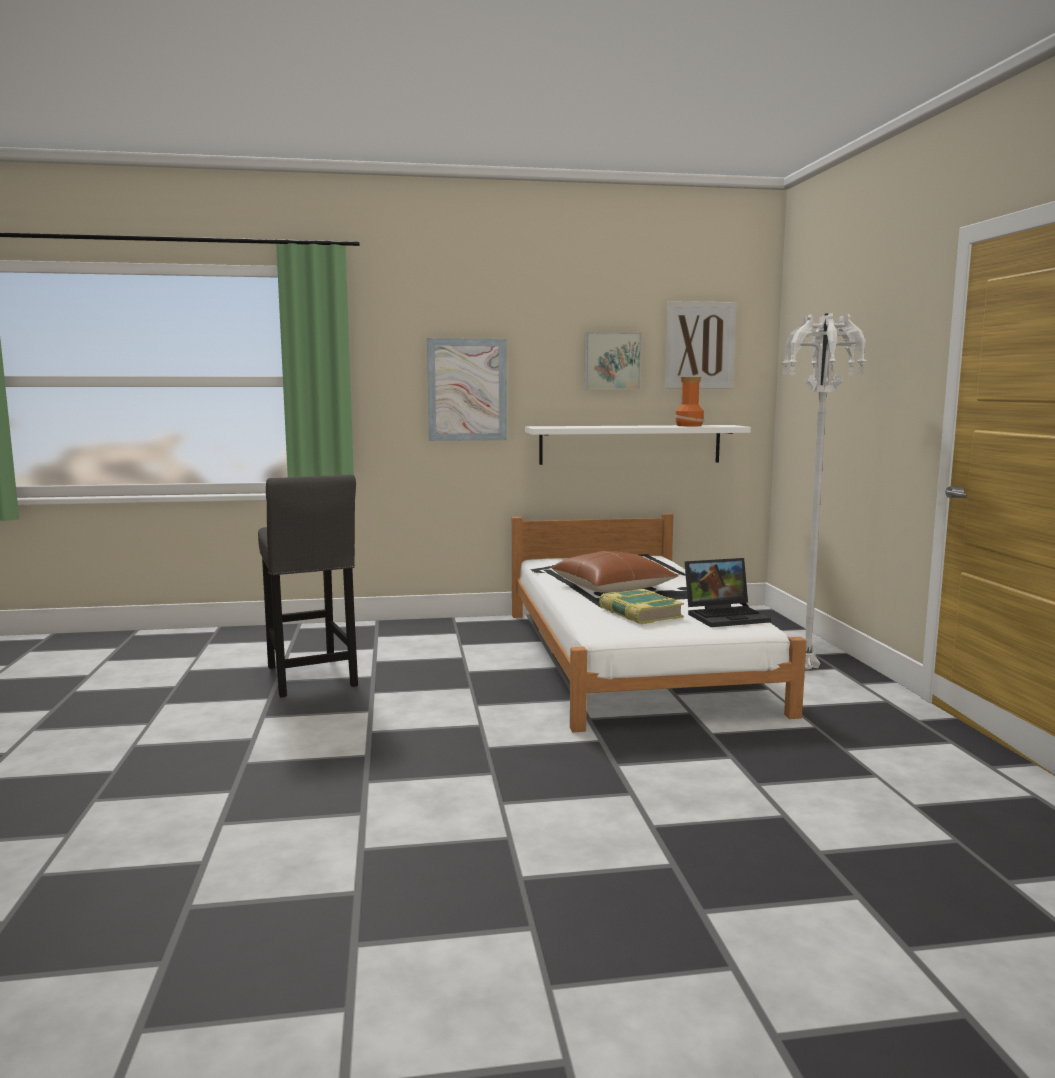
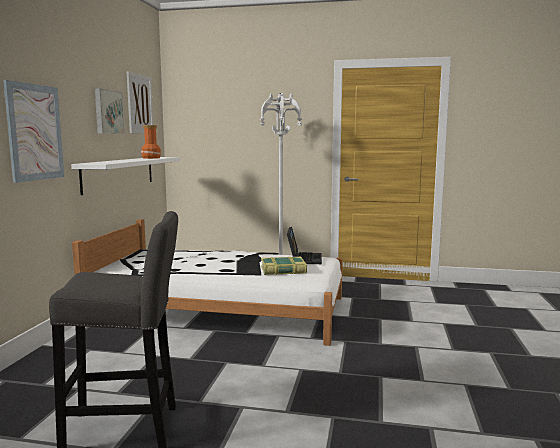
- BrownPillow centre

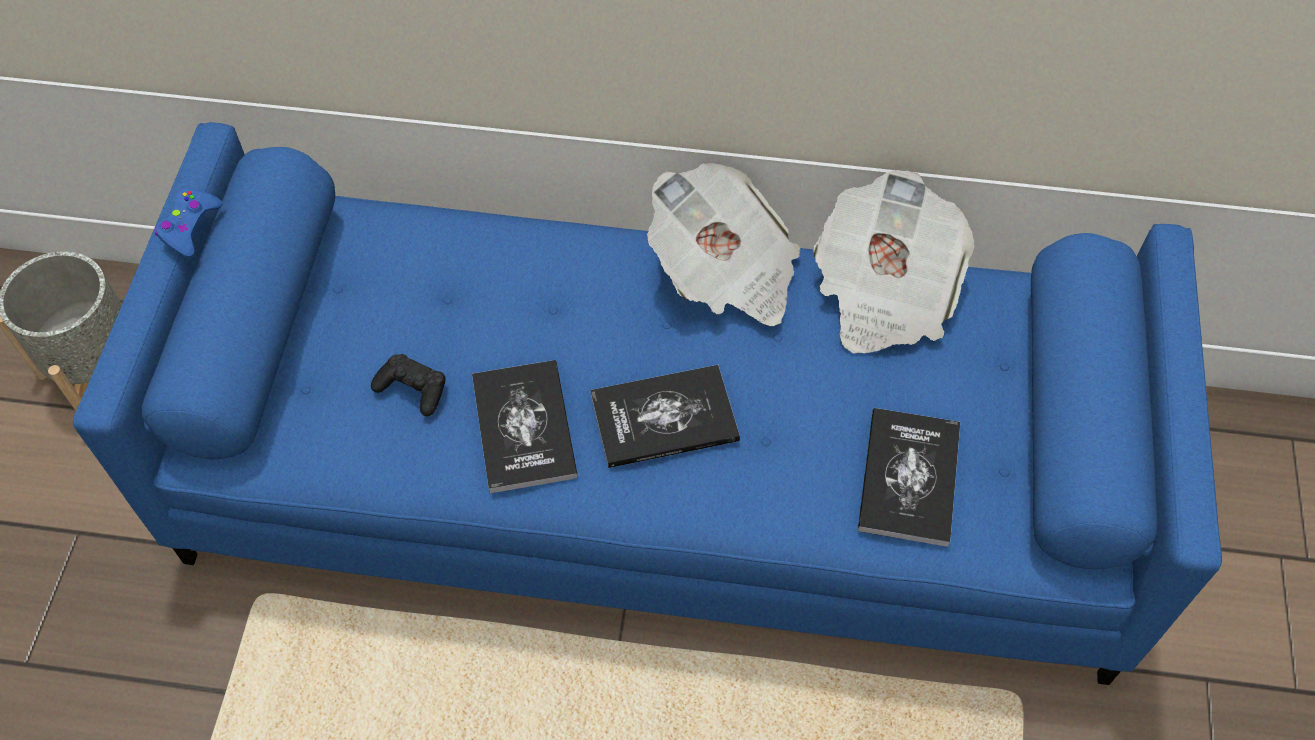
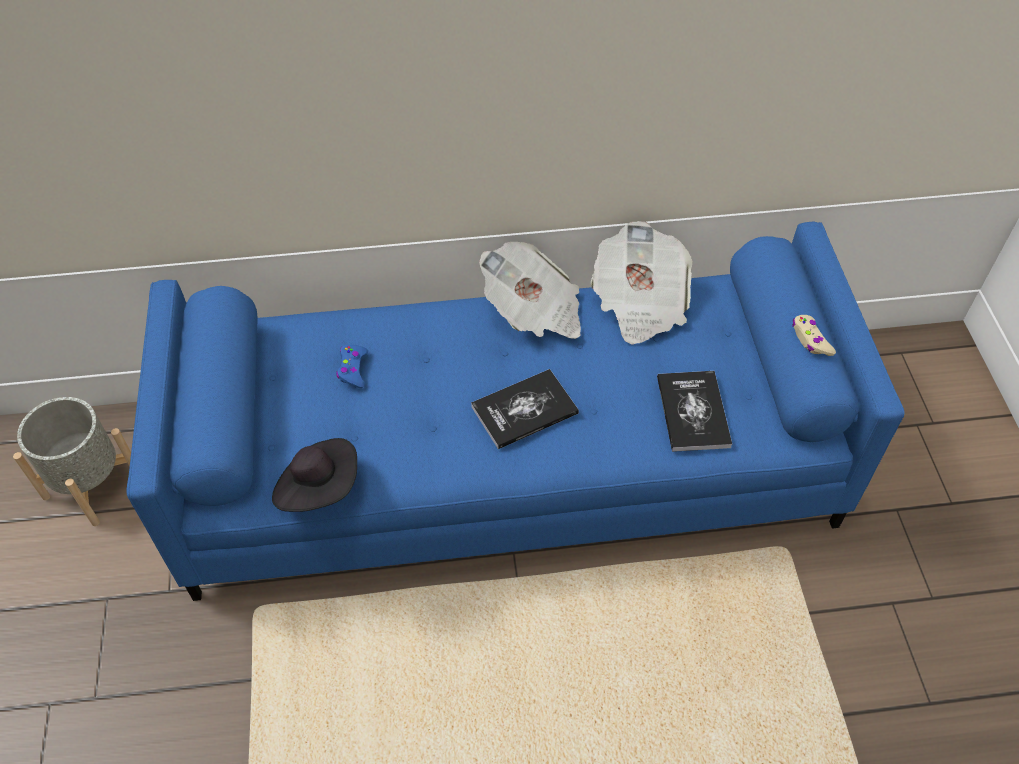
- BlackGameController middle left
- Book (1st from left) centre
+ BlackHat middle left
+ BeigeGameController middle right
~ BlueGameController top left to centre

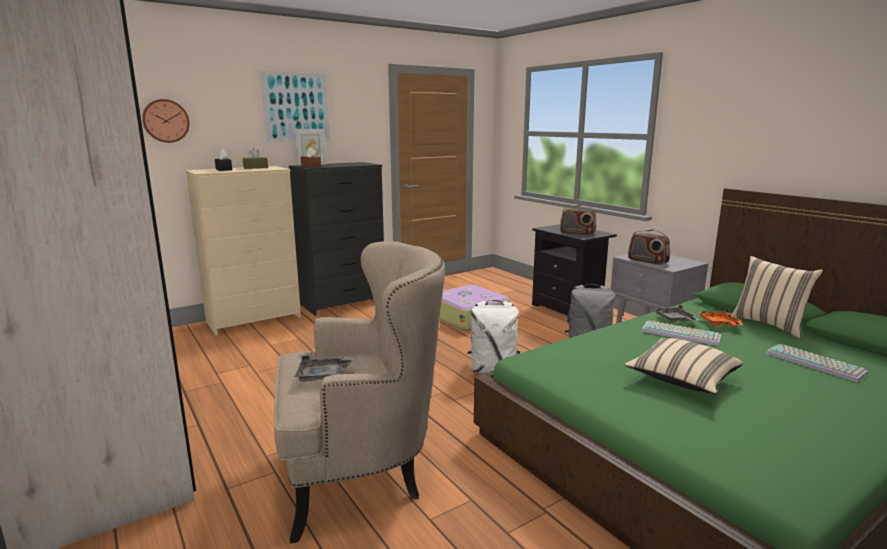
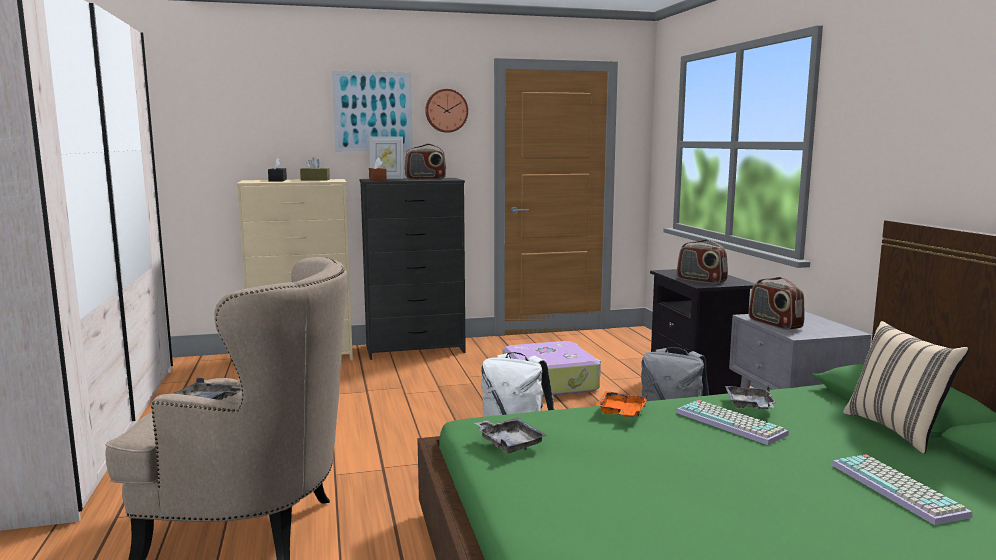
- BeigePillow (1st from left) bottom right
+ Radio (1st from left) top centre
+ GreyTray (2nd from left) bottom centre
~ WallClock top left to top centre
~ OrangeTray middle right to bottom centre

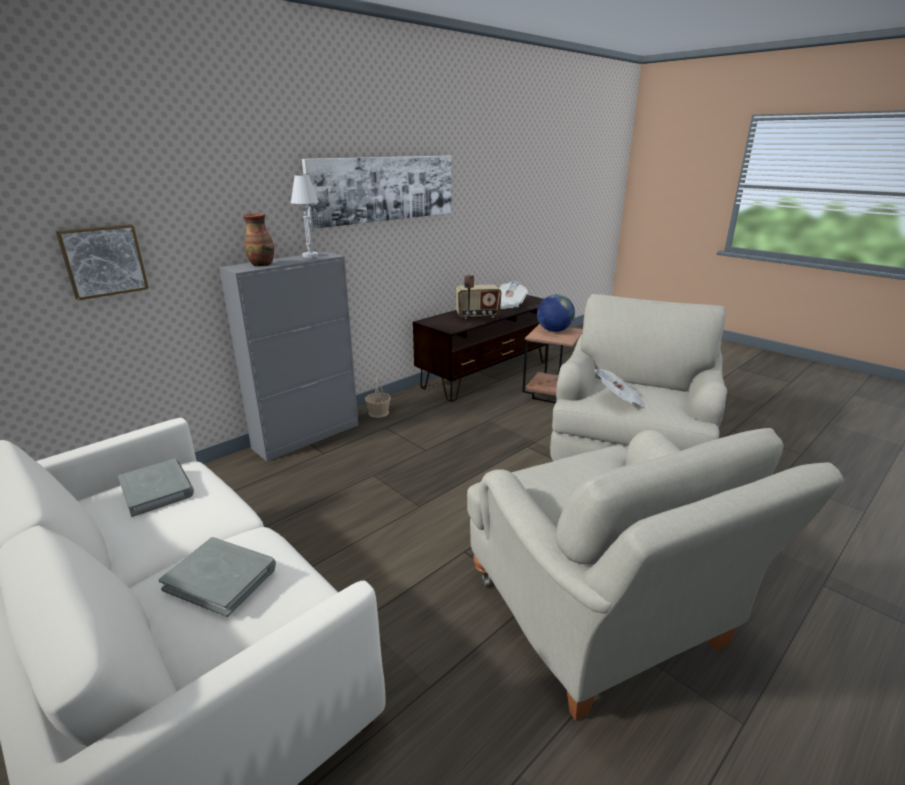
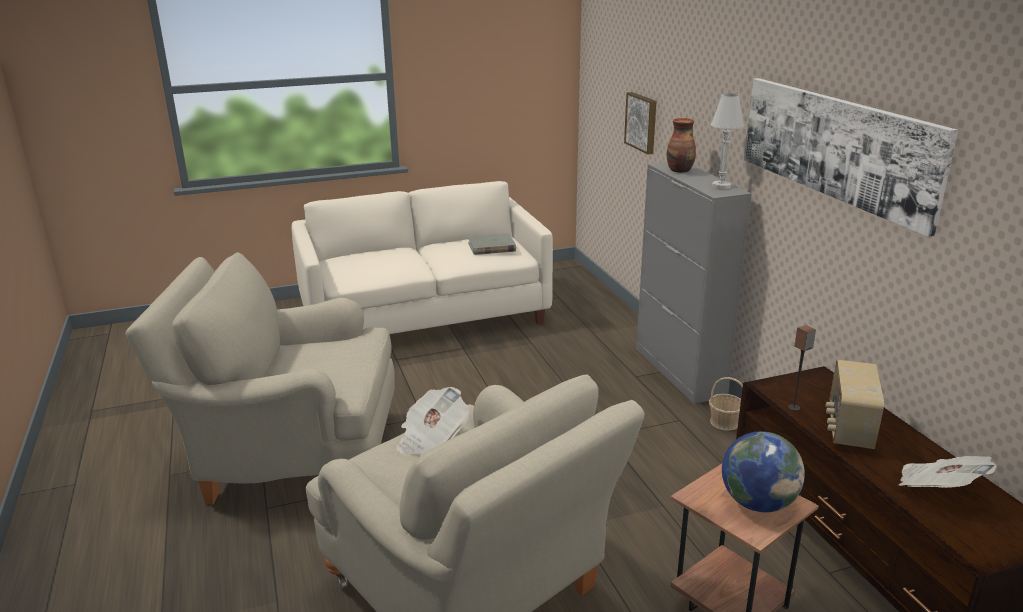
- GreyBook (2nd from left) bottom left

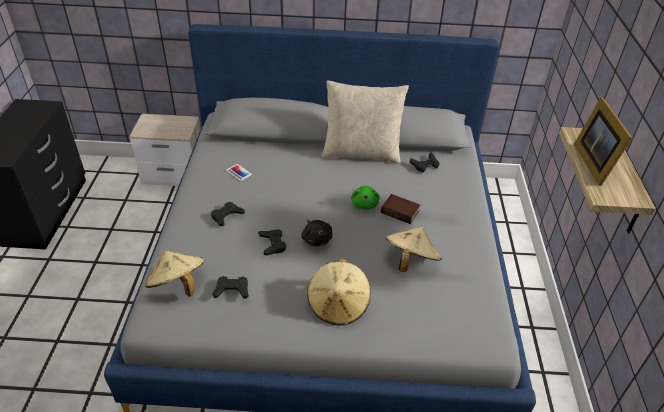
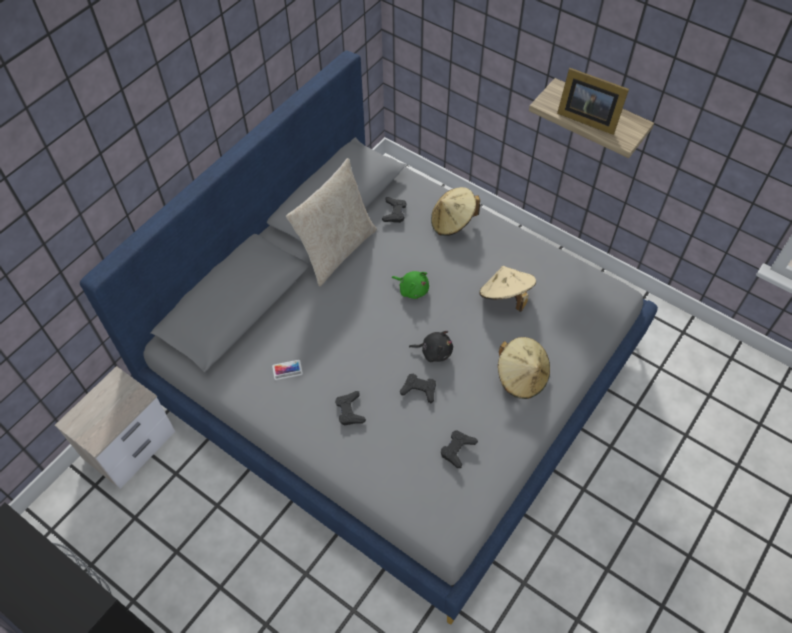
- Book centre
~ BeigeHat (1st from left) middle left to centre

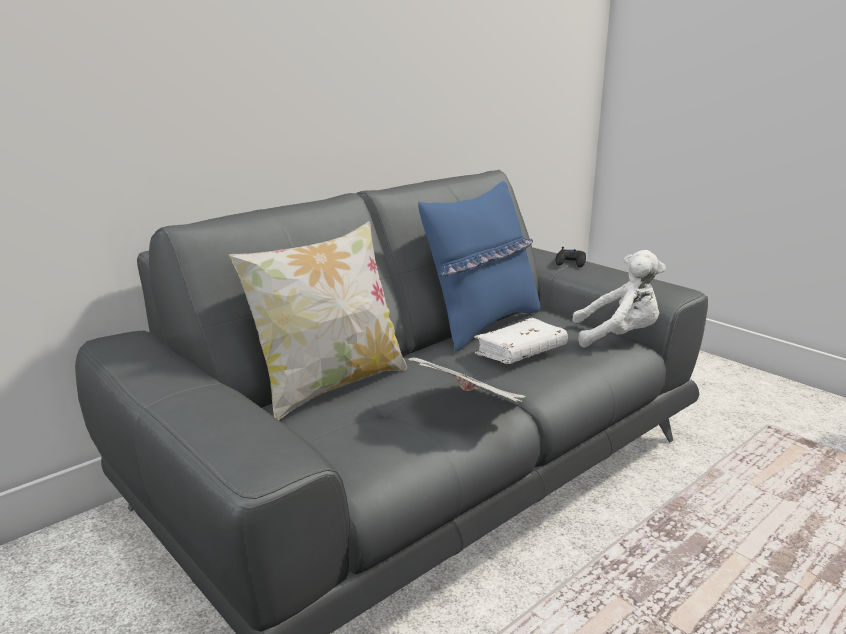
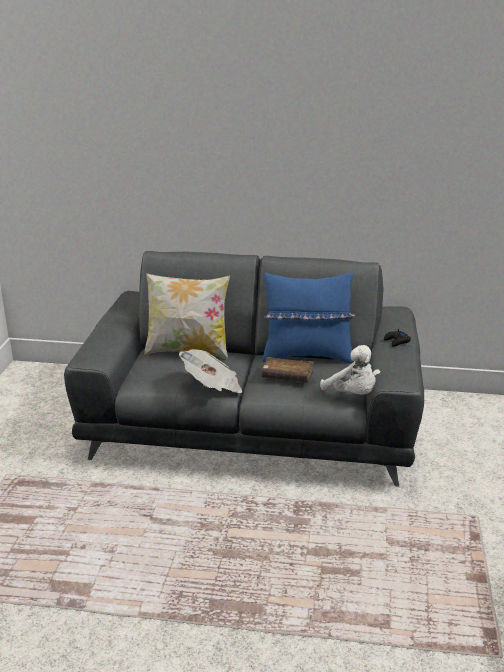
~ WhiteBook centre to BrownBook centre

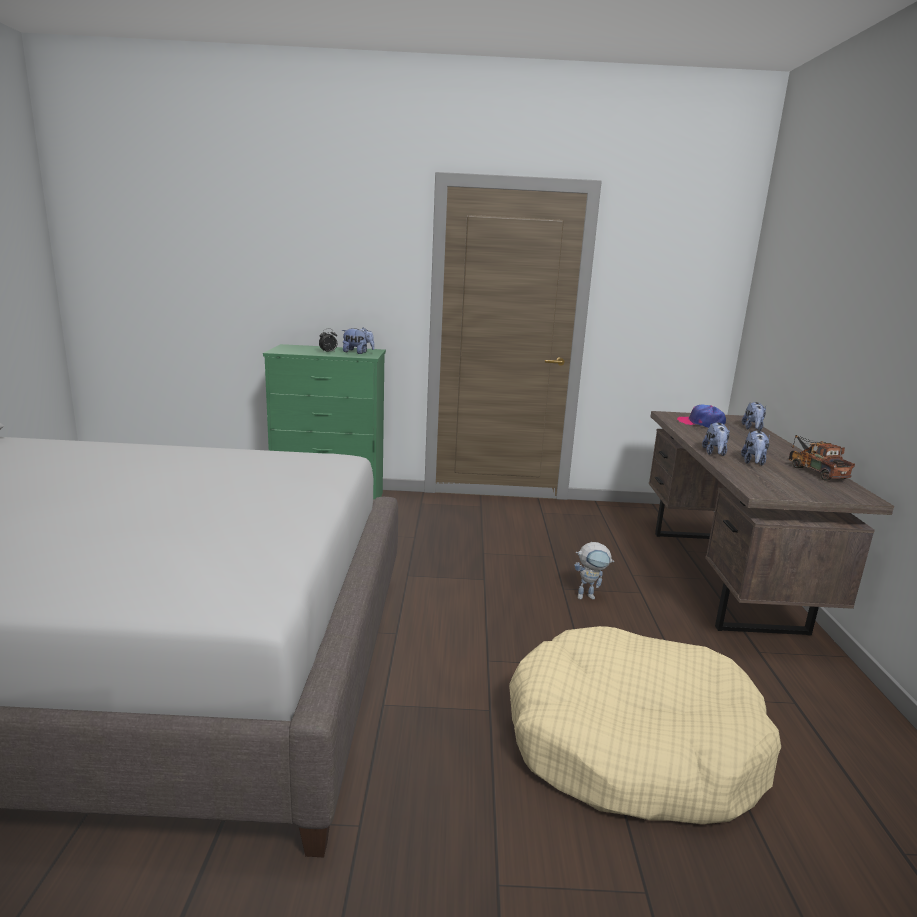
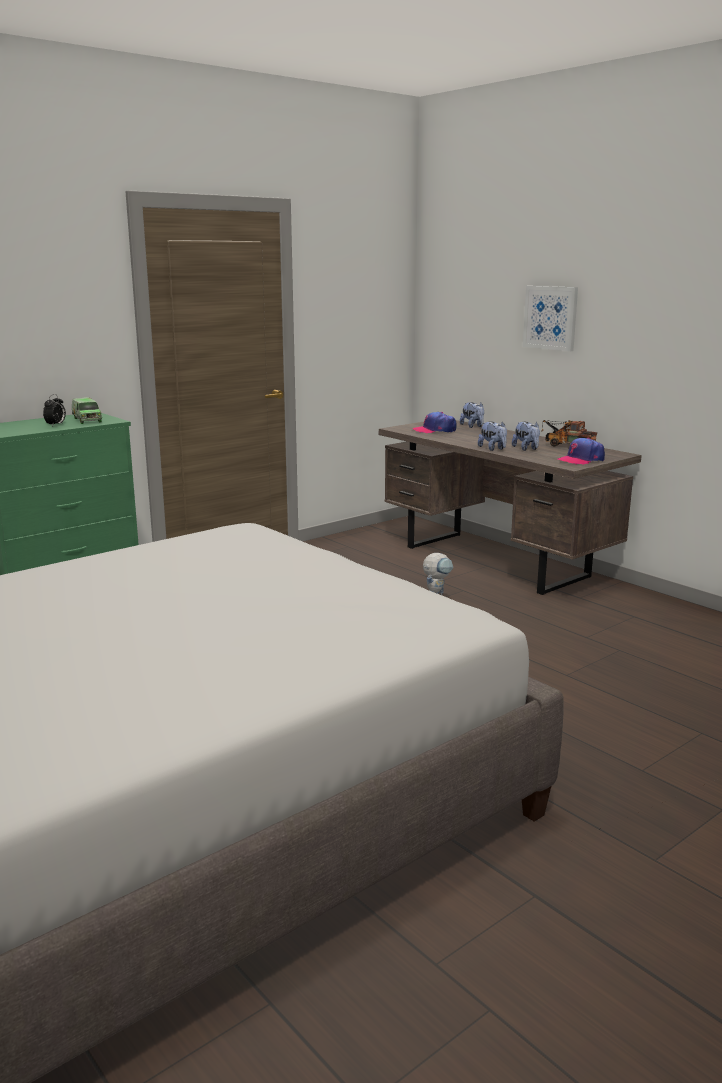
- BeigeDogBed bottom right
+ Picture top right
+ Cap (2nd from left) middle right
~ PlushToy (1st from left) centre to ToyTruck (1st from left) middle left

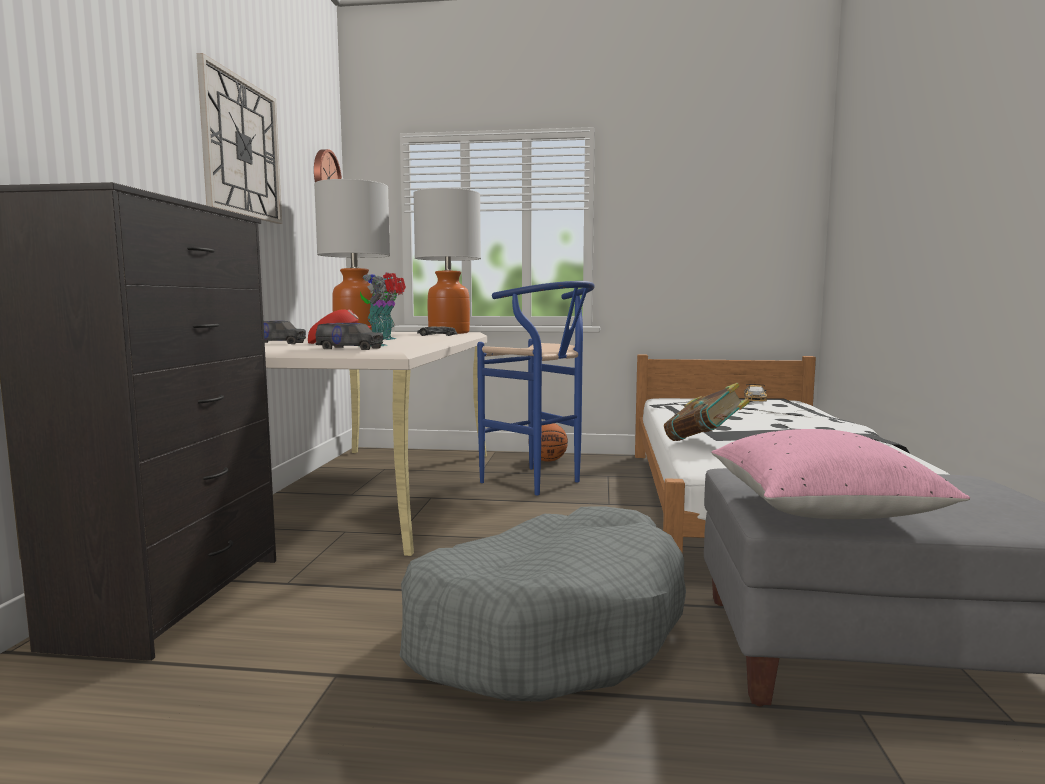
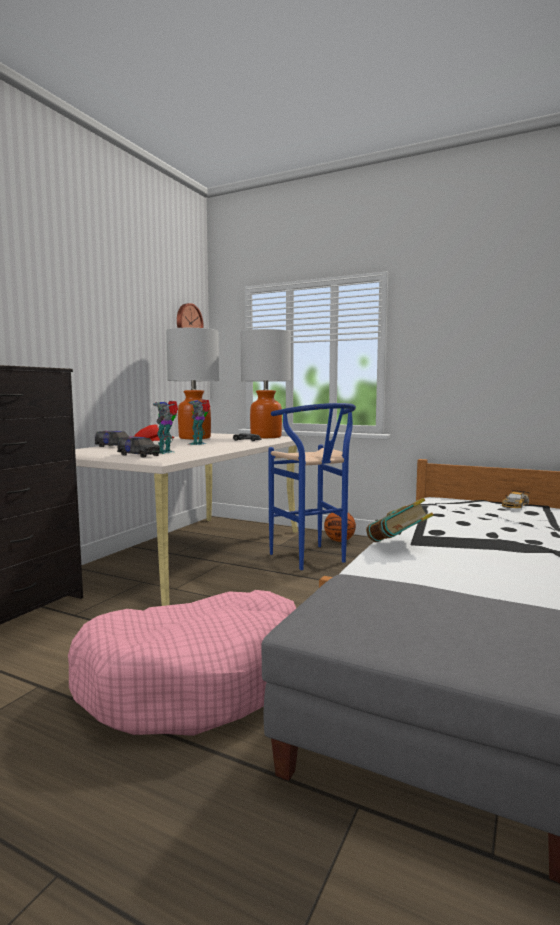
- WallClock (1st from left) top left
- PinkPillow middle right
~ GreyDogBed bottom centre to PinkDogBed bottom left

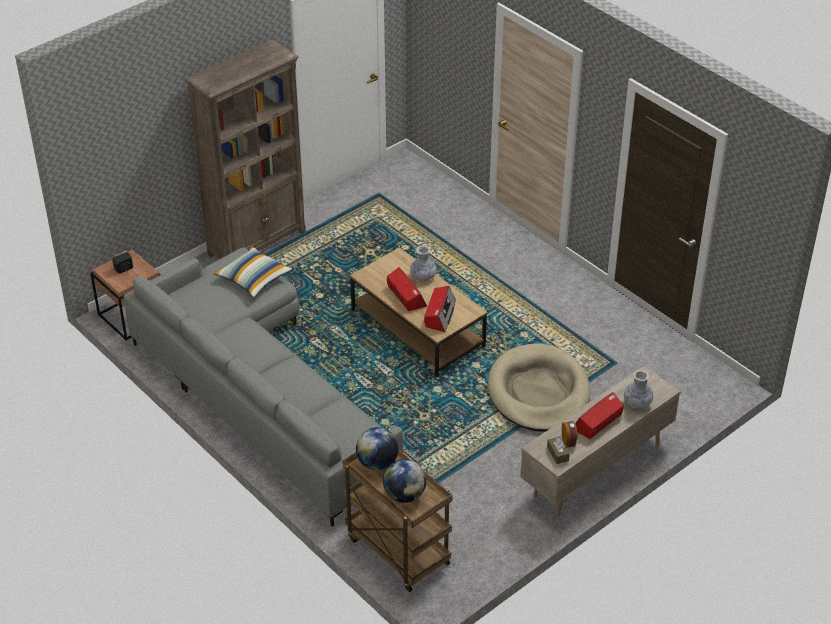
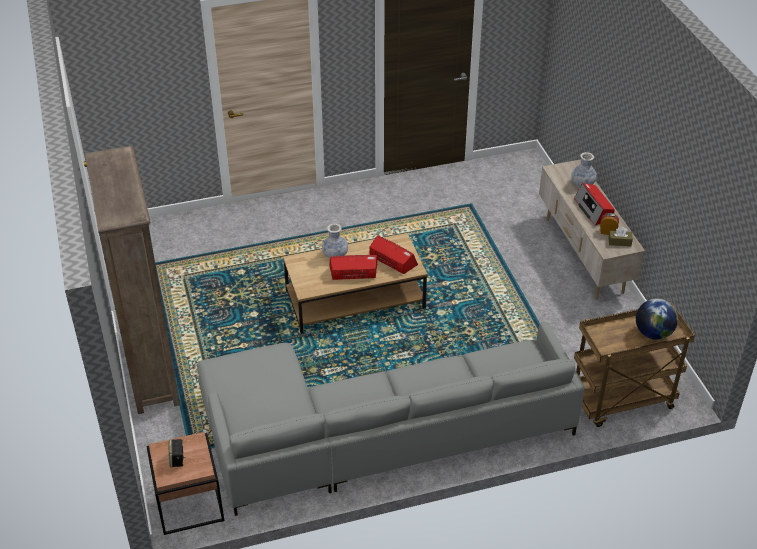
- Pillow middle left
- Globe (1st from left) bottom centre
- BeigeDogBed centre

